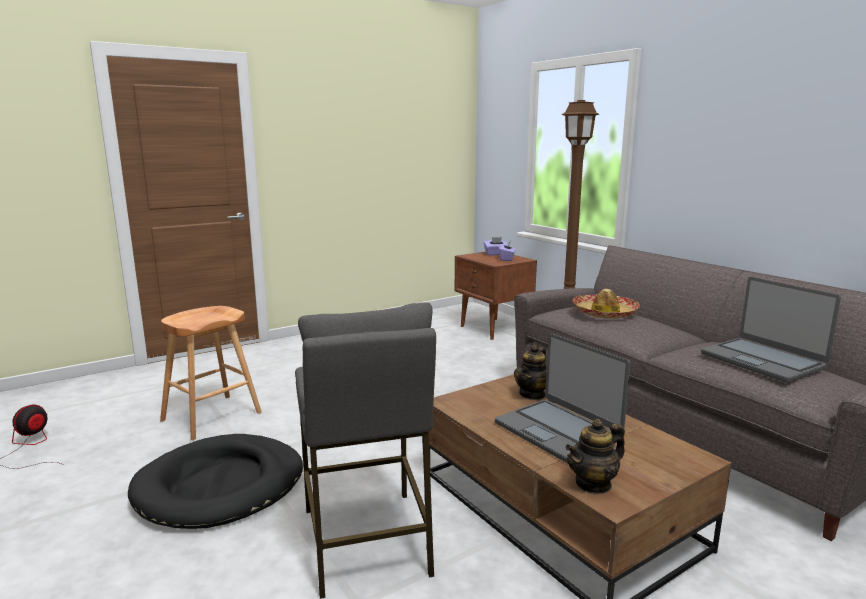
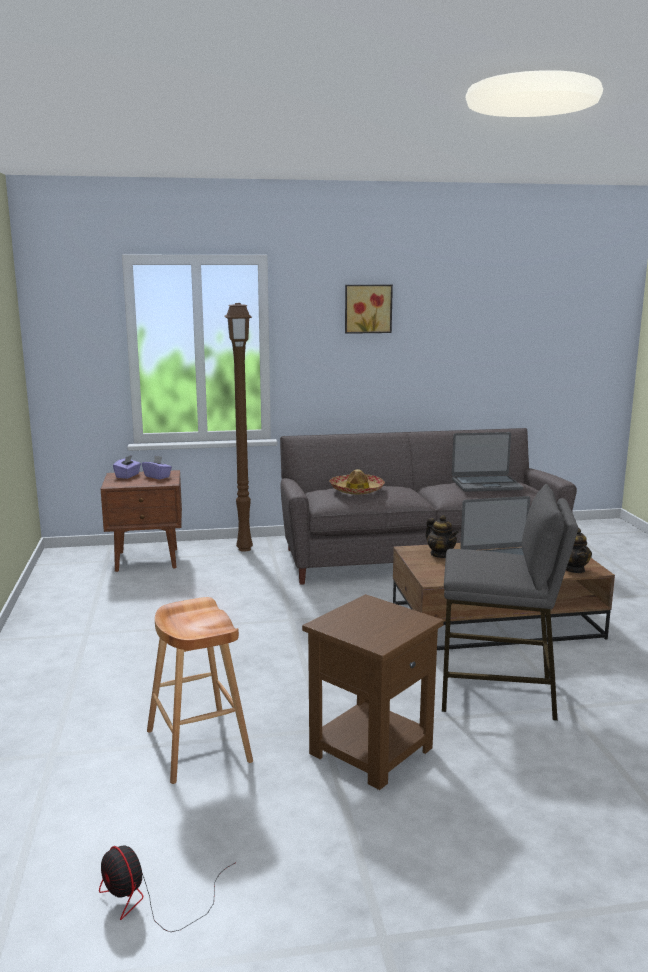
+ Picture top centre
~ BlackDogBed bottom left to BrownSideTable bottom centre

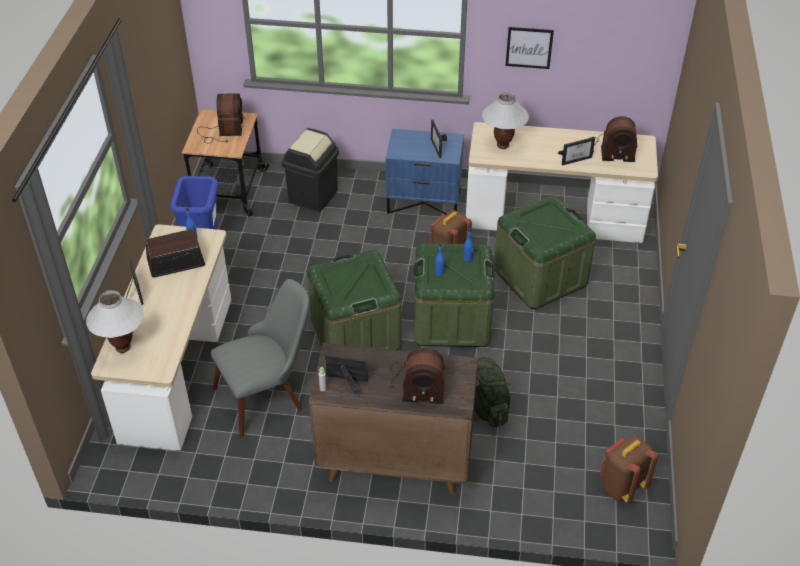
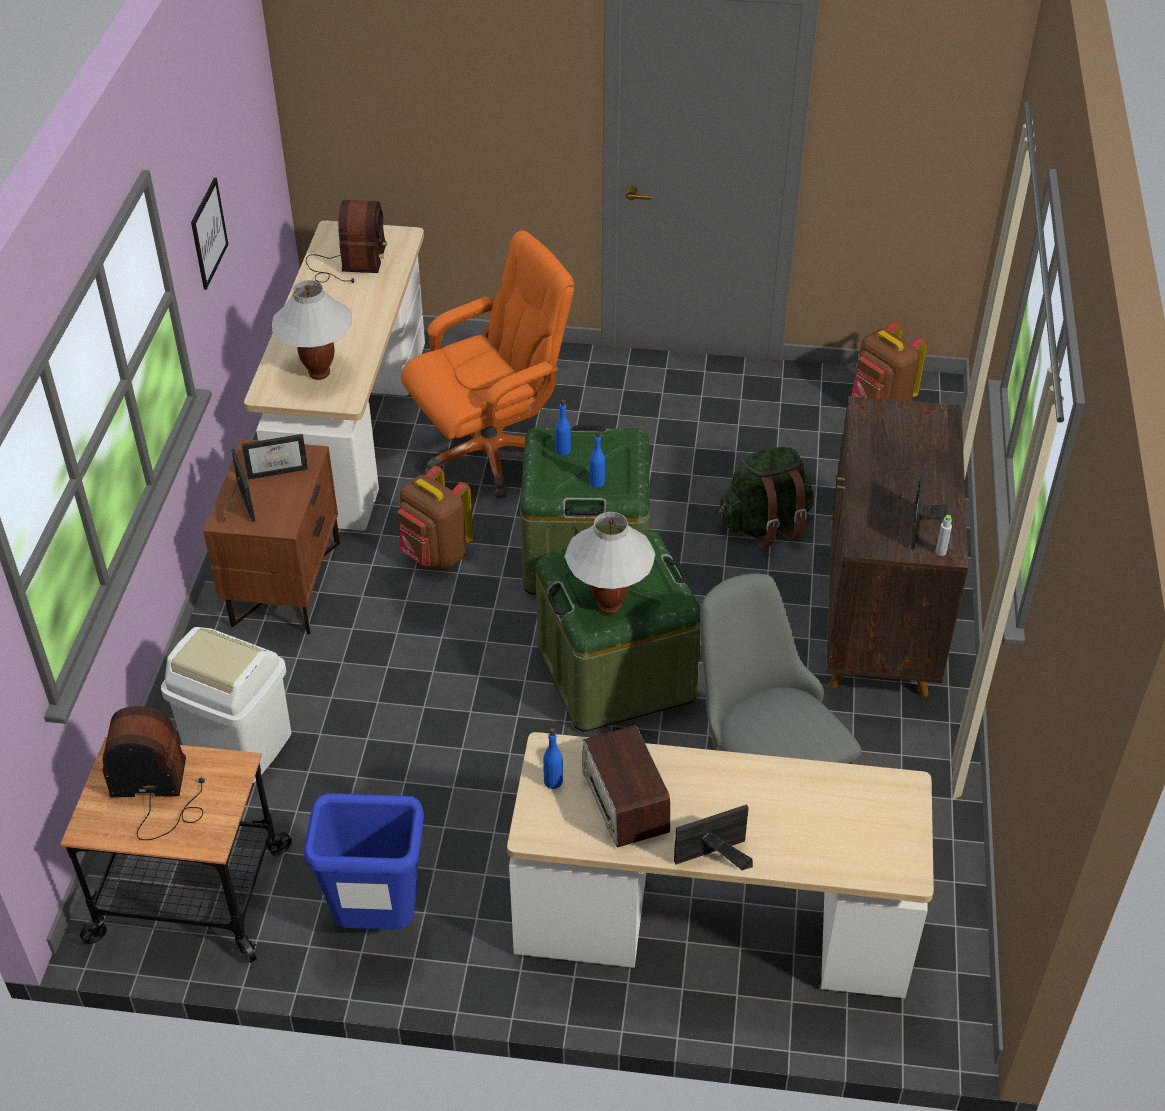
- Radio (3rd from left) centre
~ WhiteTableLamp (1st from left in the first image) middle left to WhiteTableLamp (2nd from left) centre
~ PictureFrame (4th from left in the first image) top right to PictureFrame (1st from left) middle left
~ GreenStorageBox (3rd from left) middle right to OrangeOfficeChair top centre
~ BlackTrashCan top centre to WhiteTrashCan middle left
~ BlueNightstand top centre to BrownNightstand middle left

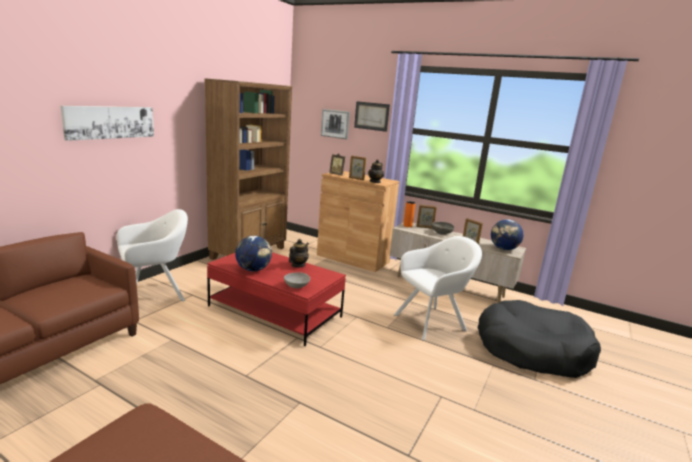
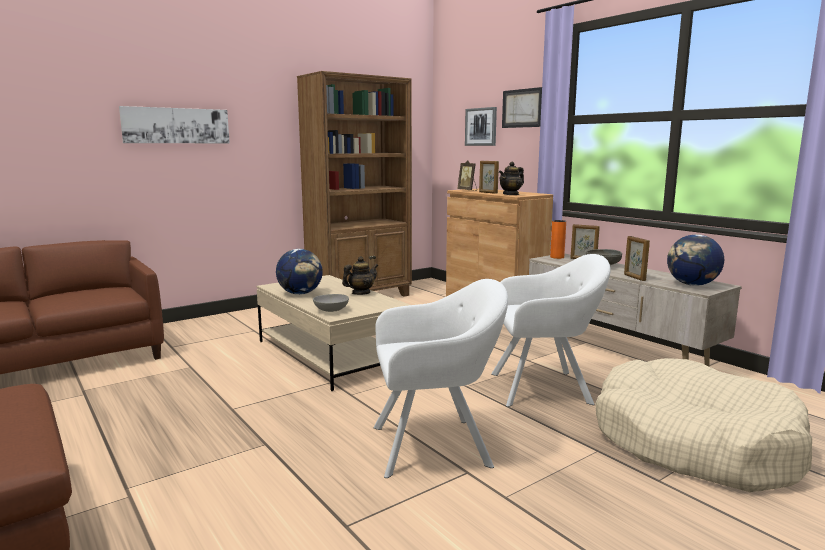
~ WhiteArmchair (1st from left) middle left to bottom centre
~ RedCoffeeTable centre to BeigeCoffeeTable centre
~ BlackDogBed bottom right to BeigeDogBed bottom right

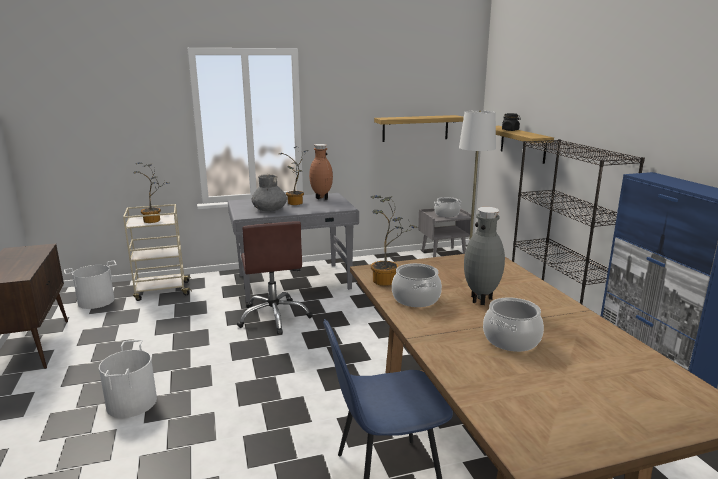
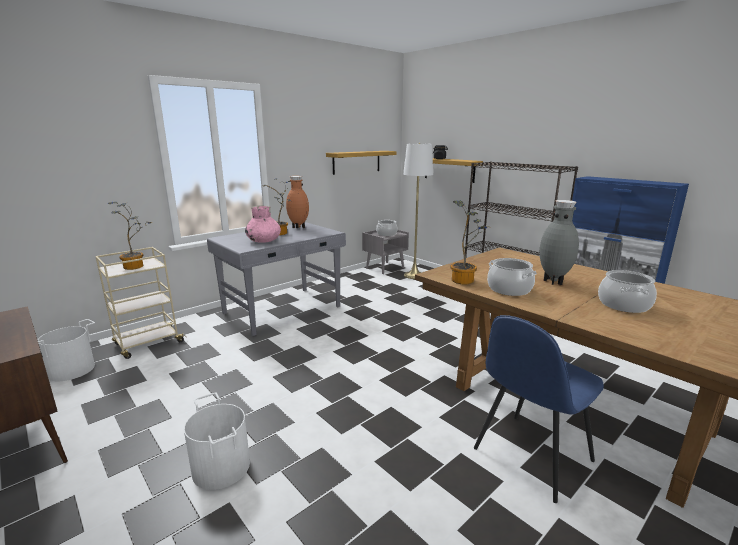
- BrownOfficeChair centre
~ GreyVase (1st from left) centre to PinkVase centre

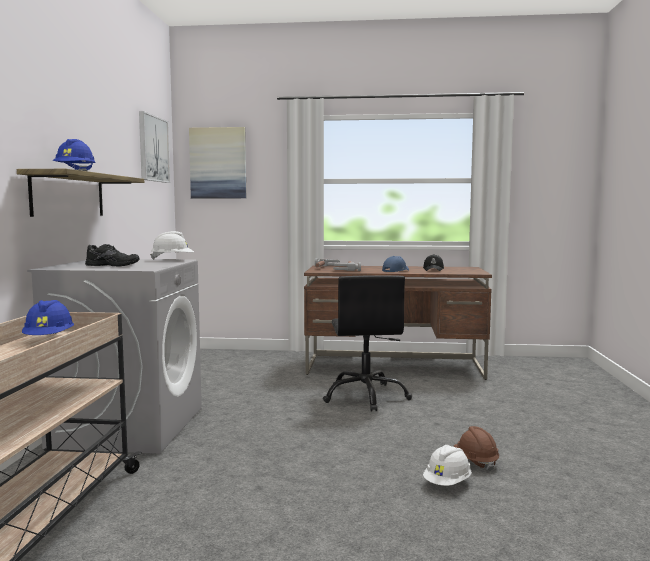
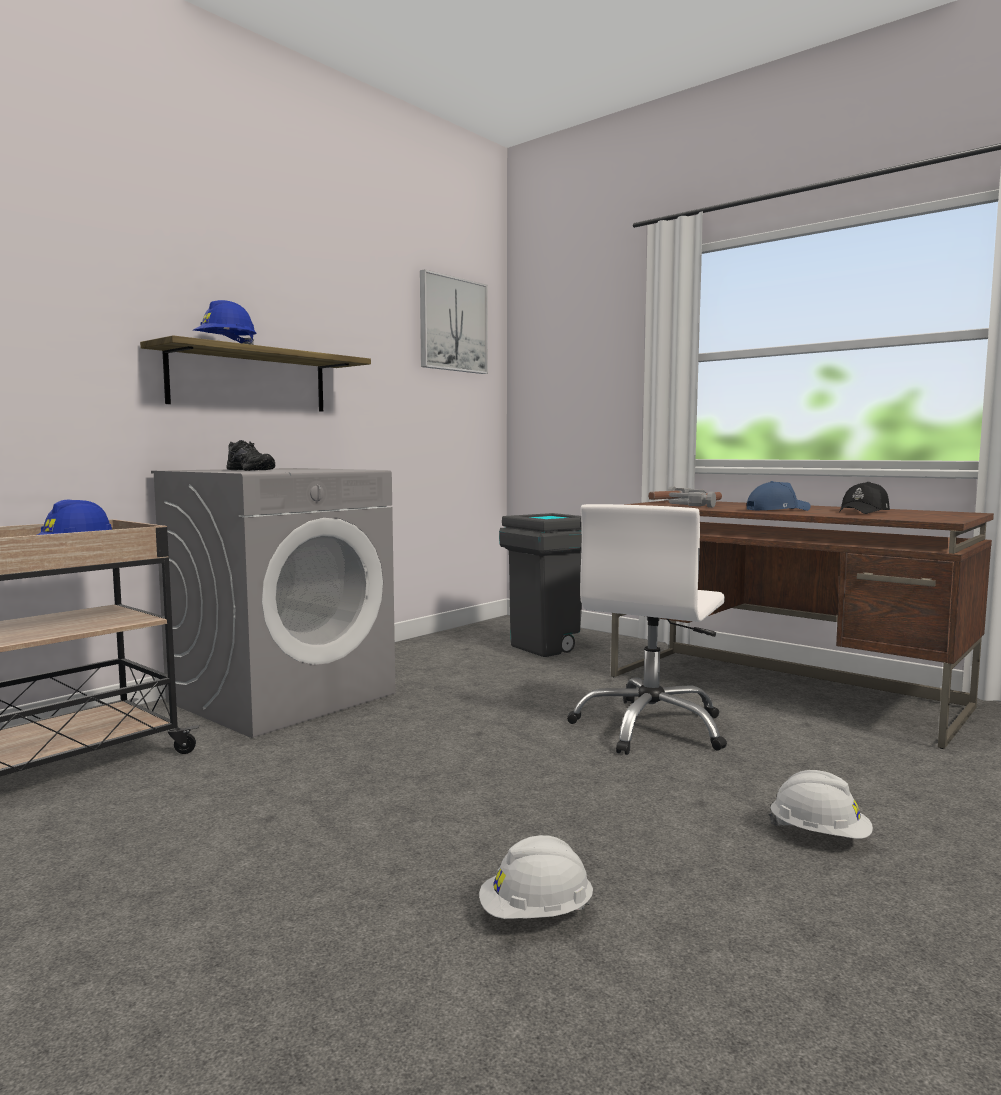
- Picture (2nd from left) top centre
- BrownHardHat bottom right
+ GreyTrashCan centre
~ WhiteHardHat (1st from left in the first image) middle left to WhiteHardHat (2nd from left) bottom right
~ BlackOfficeChair centre to WhiteOfficeChair centre

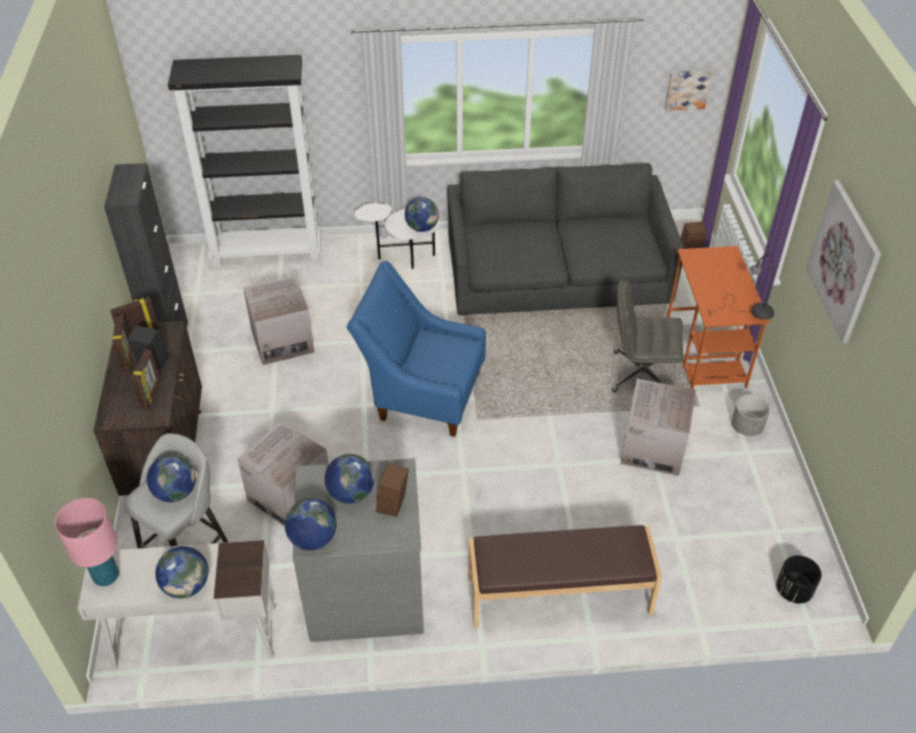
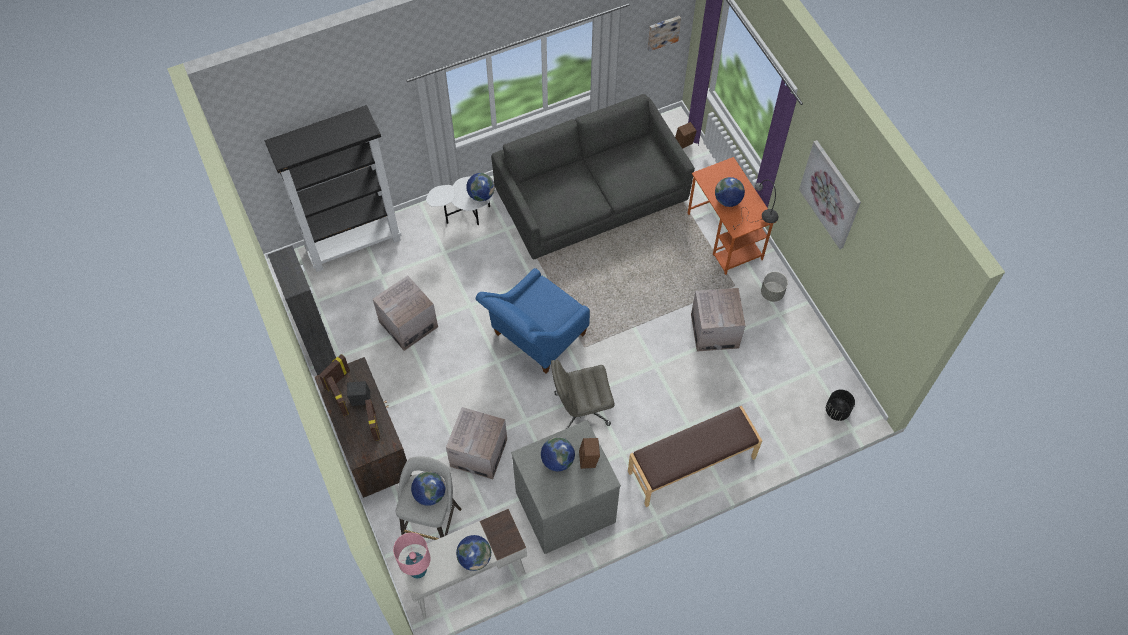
~ Globe (3rd from left in the first image) bottom centre to Globe (5th from left) top centre
~ GreyOfficeChair middle right to centre
~ BlueArmchair centre = centre 45 degrees counterclockwise

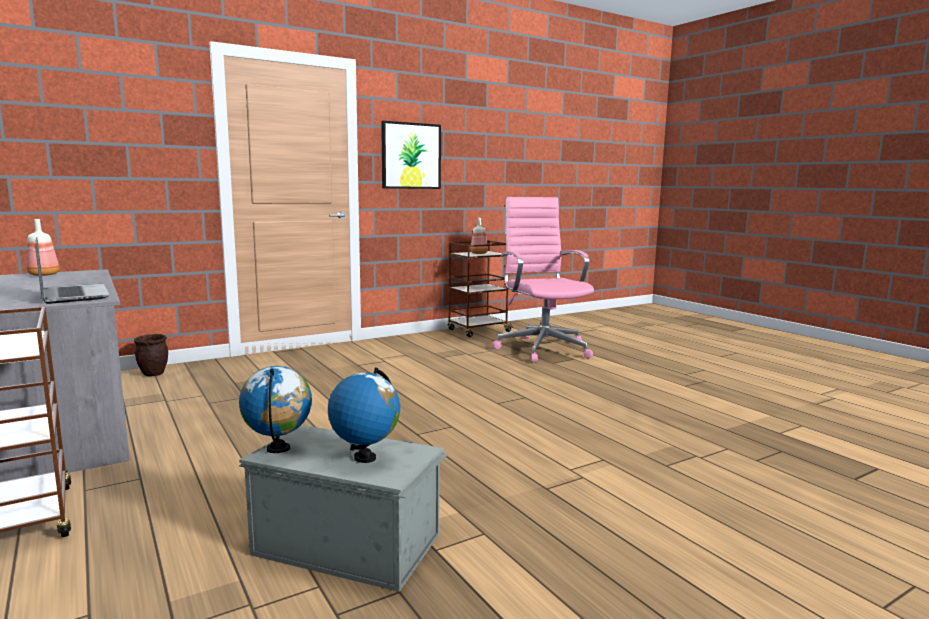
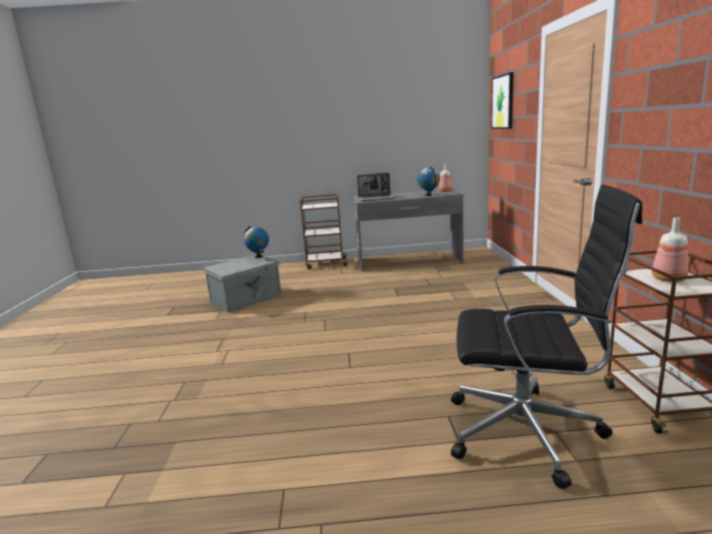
- BrownPlanter middle left
~ Globe (2nd from left) bottom centre to centre
~ Picture top centre to top right
~ PinkOfficeChair centre to BlackOfficeChair middle right

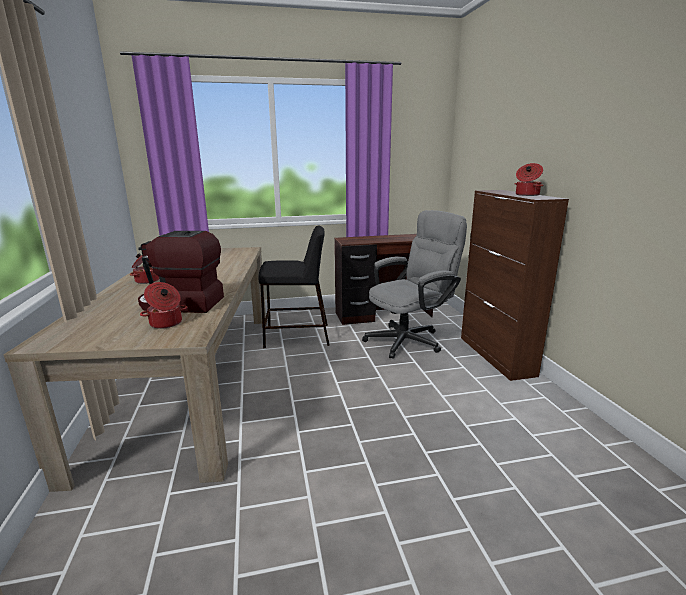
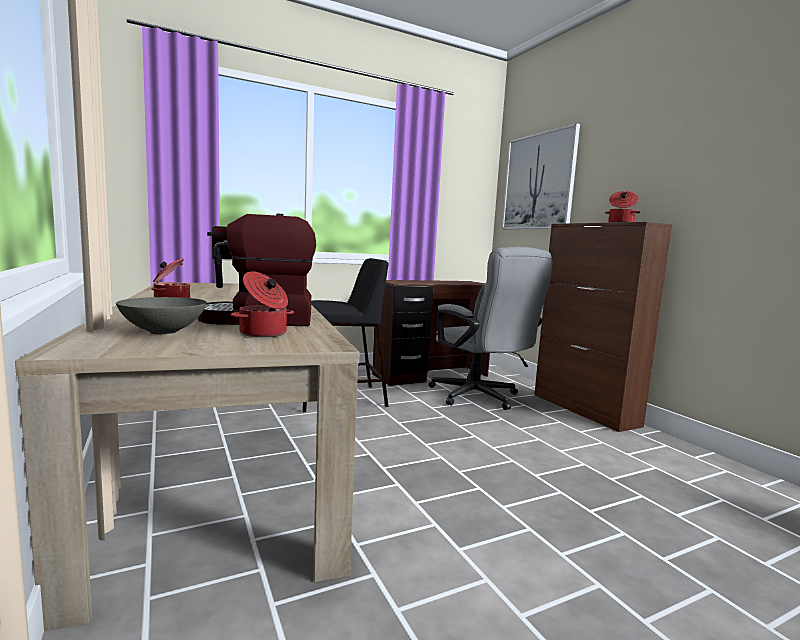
+ GreyBowl middle left
+ Picture top right
~ GreyOfficeChair centre = centre 105 degrees clockwise

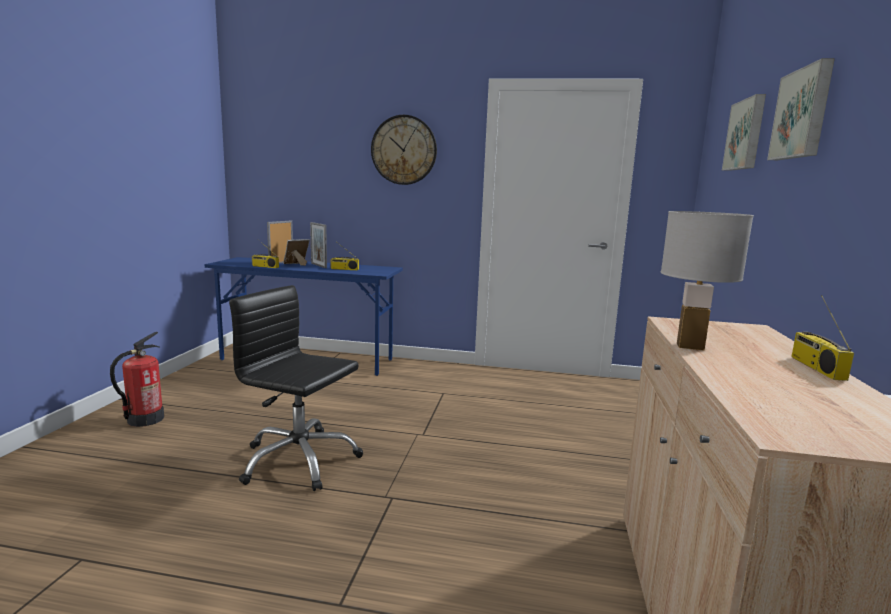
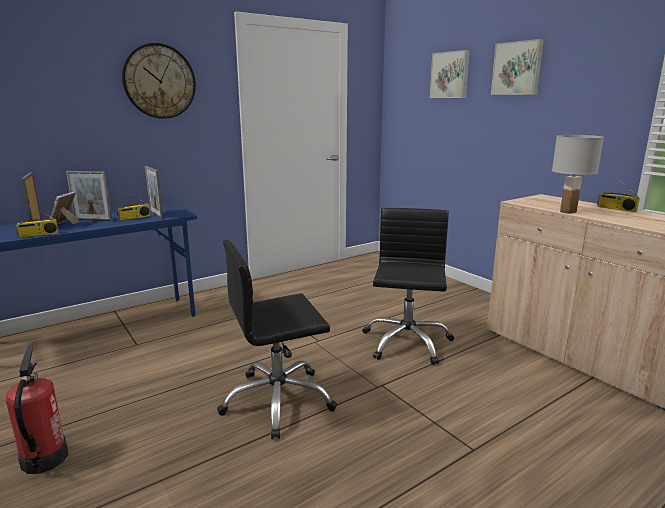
+ PictureFrame (4th from left) middle left
+ BlackOfficeChair (2nd from left) centre

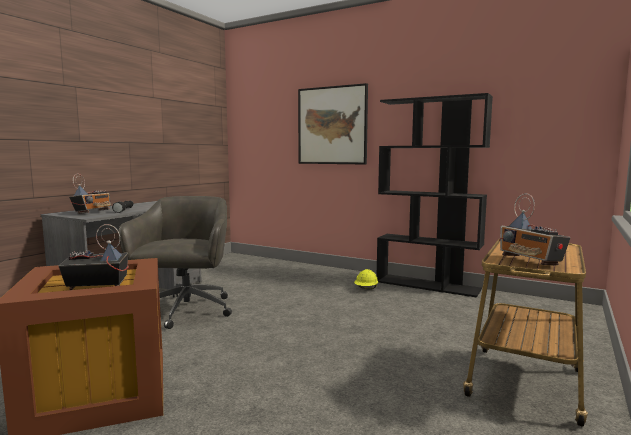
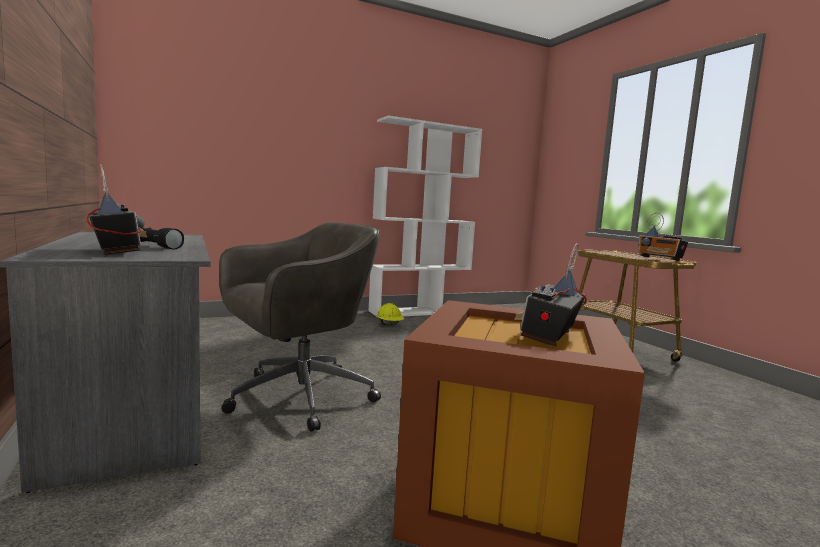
- Picture top centre
~ BlackBookcase middle right to WhiteBookcase centre
~ GreyOfficeChair middle left = centre 105 degrees clockwise
~ Radio (3rd from left) middle right = middle right 45 degrees clockwise

